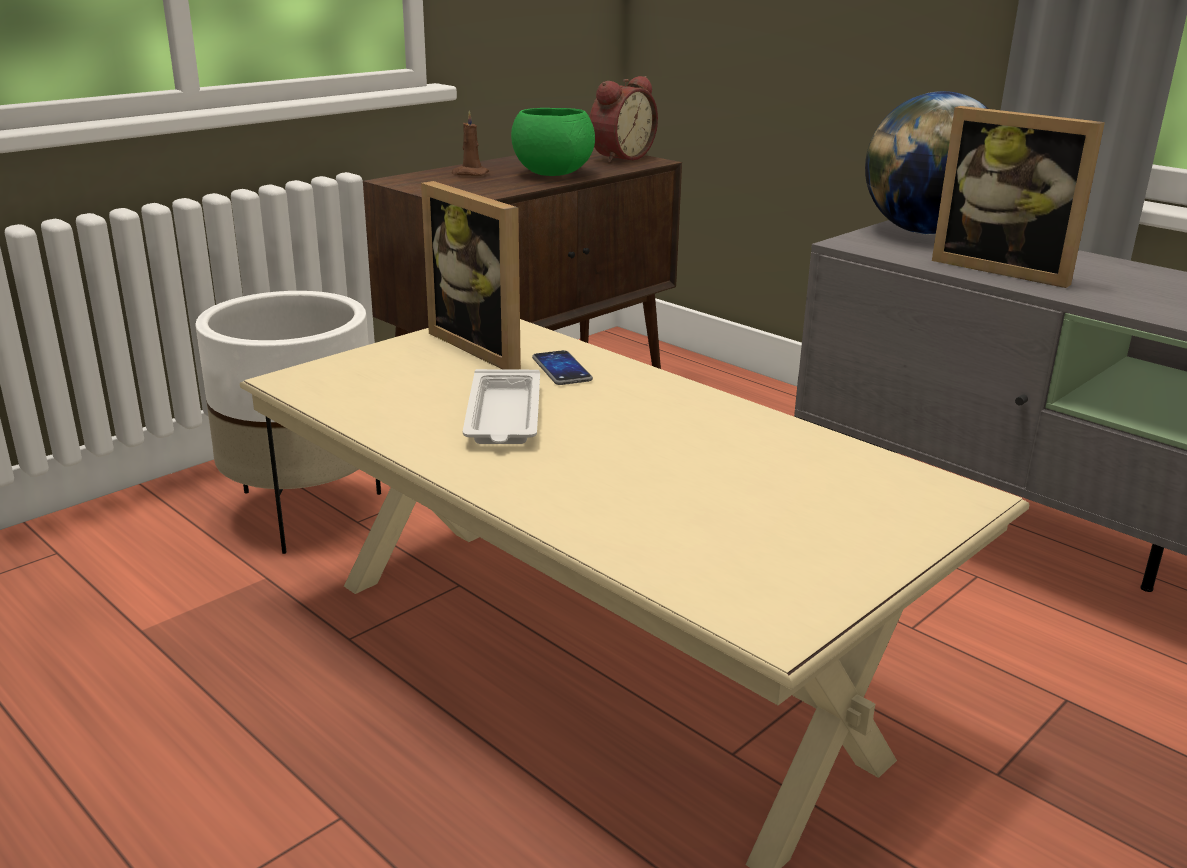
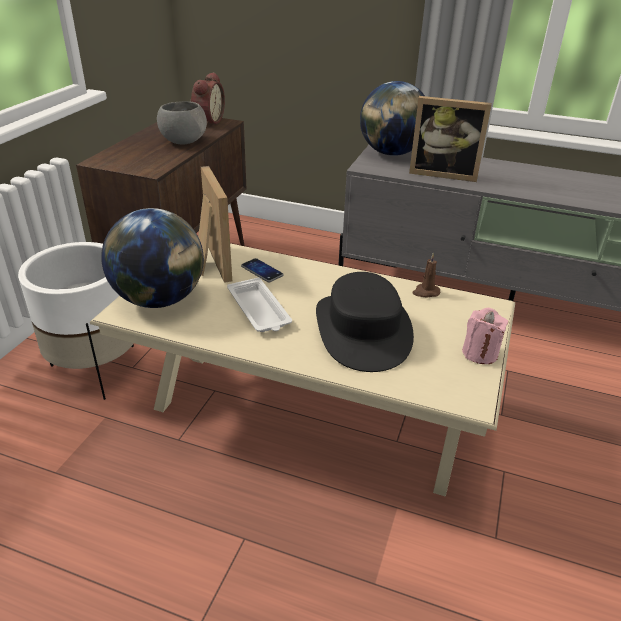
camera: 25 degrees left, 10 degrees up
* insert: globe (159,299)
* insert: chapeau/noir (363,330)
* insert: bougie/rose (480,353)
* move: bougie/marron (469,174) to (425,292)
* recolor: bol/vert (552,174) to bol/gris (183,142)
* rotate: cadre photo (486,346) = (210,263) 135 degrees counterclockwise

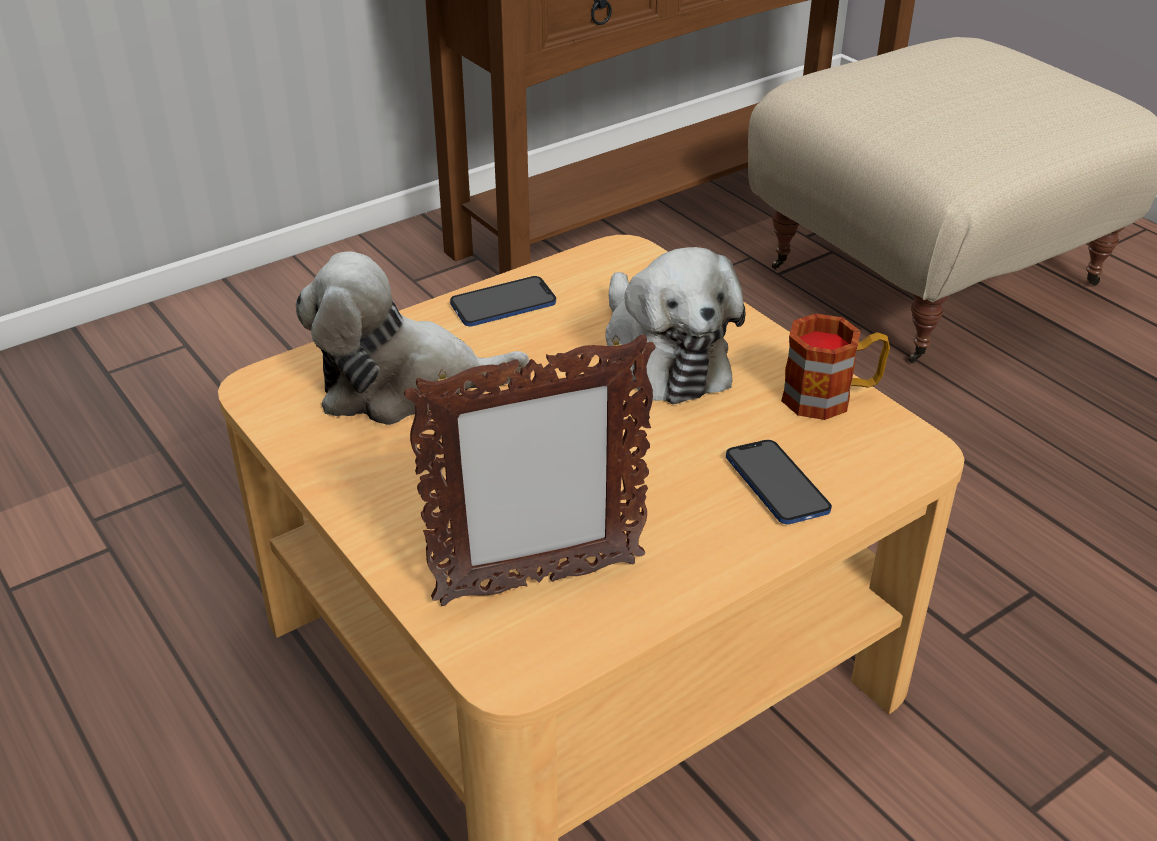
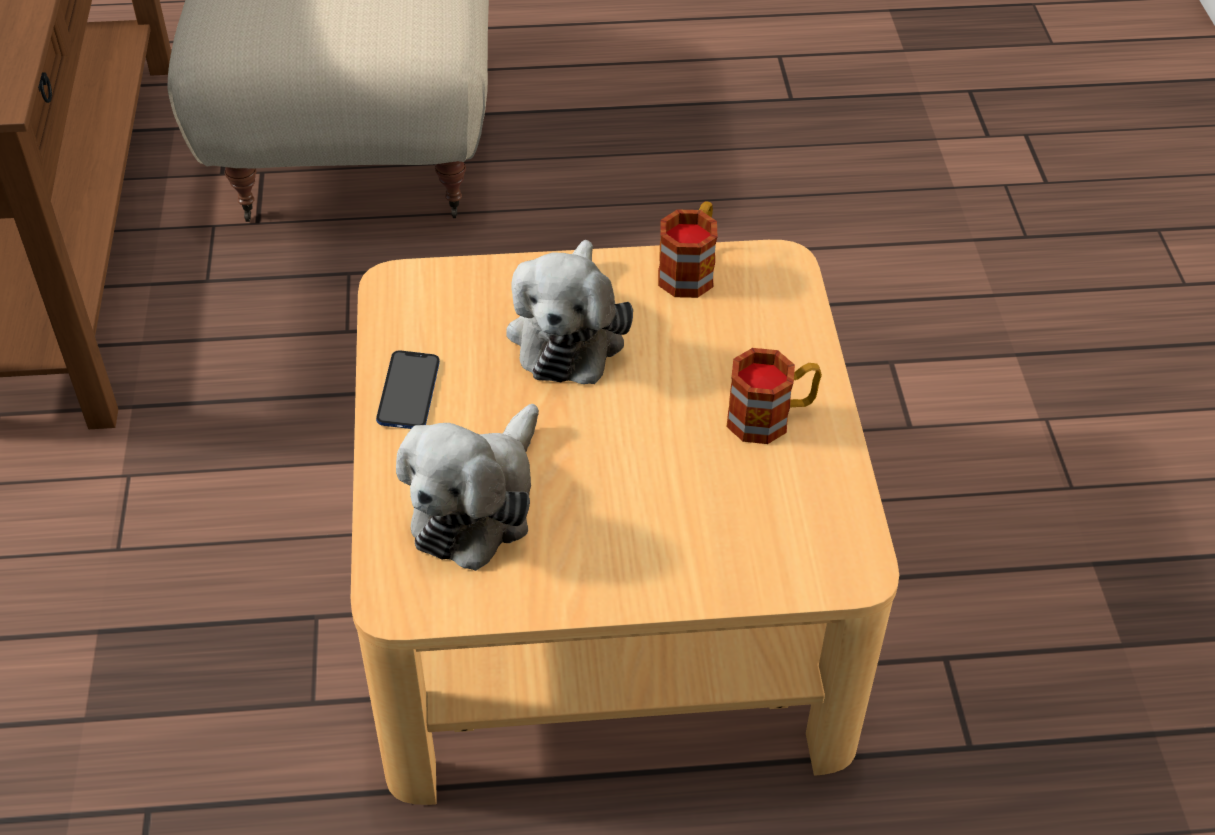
camera: 60 degrees left, 10 degrees up
* delete: cadre photo (537,582)
* delete: téléphone (776,484)
* insert: mug (771,417)
* rotate: peluche (662,357) = (568,333) 90 degrees clockwise

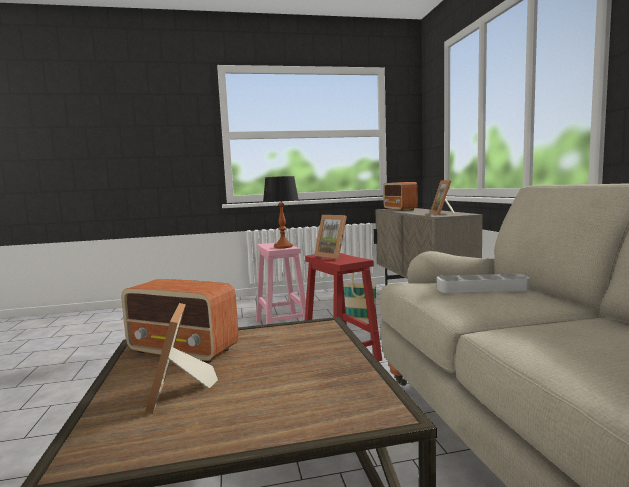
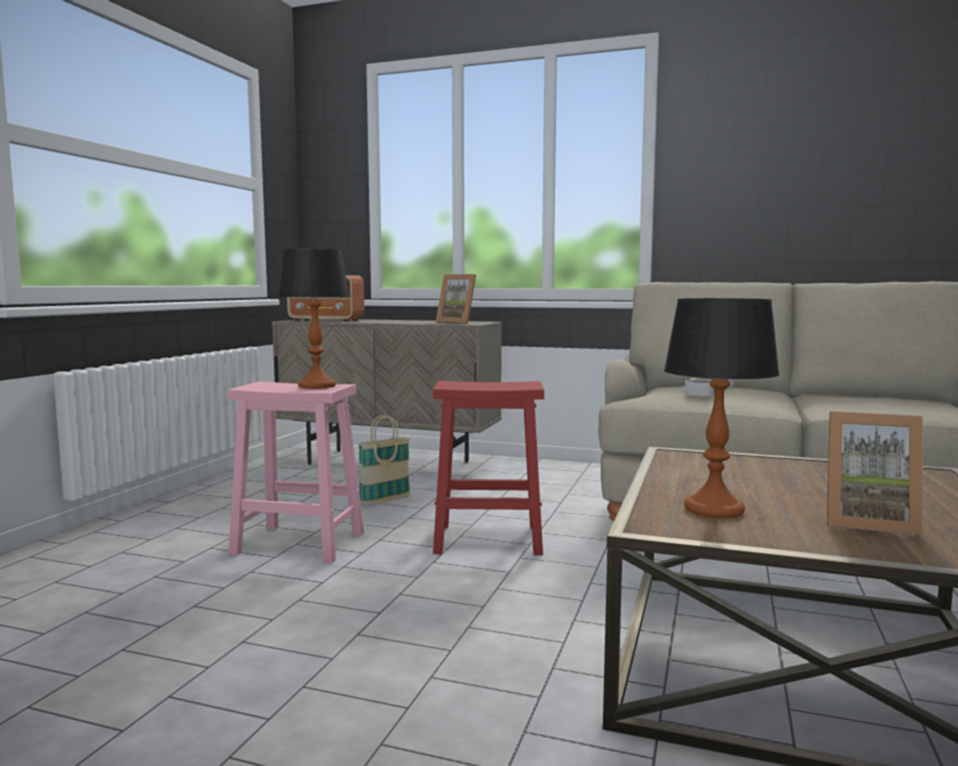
camera: 60 degrees left, 0 degrees up
* delete: cadre photo (333,256)
* replace: radio (184,351) to lampe de table (713,509)

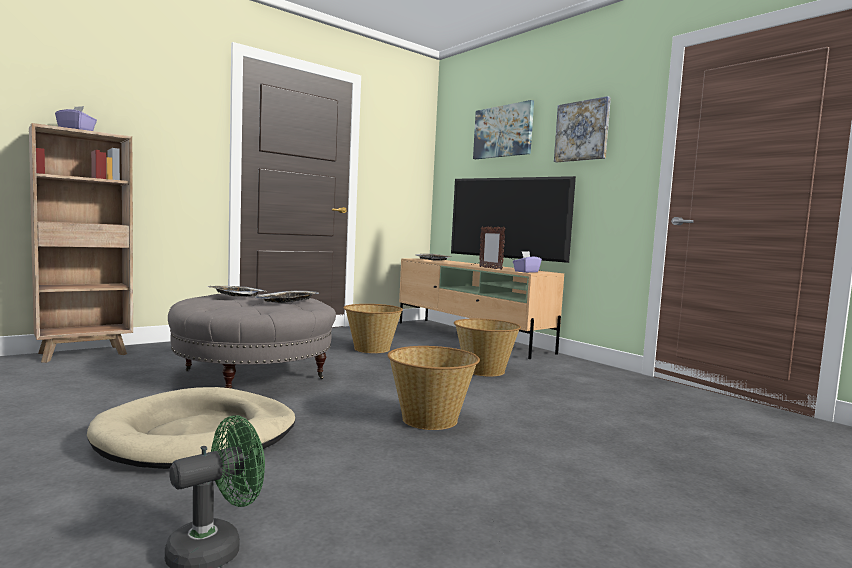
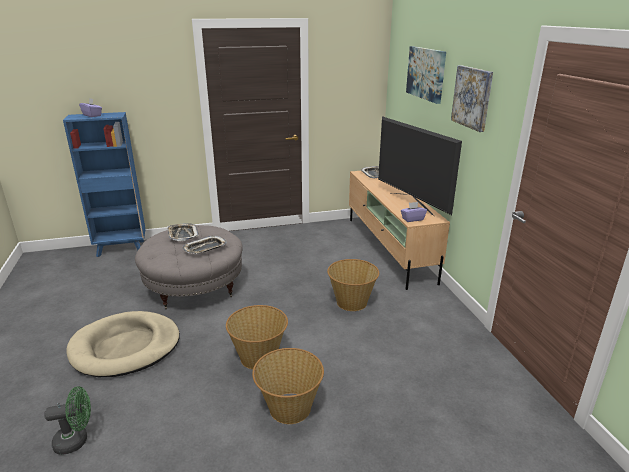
camera: 25 degrees right, 20 degrees up
* delete: cadre photo (490,268)
* move: panier (371,349) to (289,408)
* recolor: bibliothèque/marron (85,354) to bibliothèque/bleu (122,248)

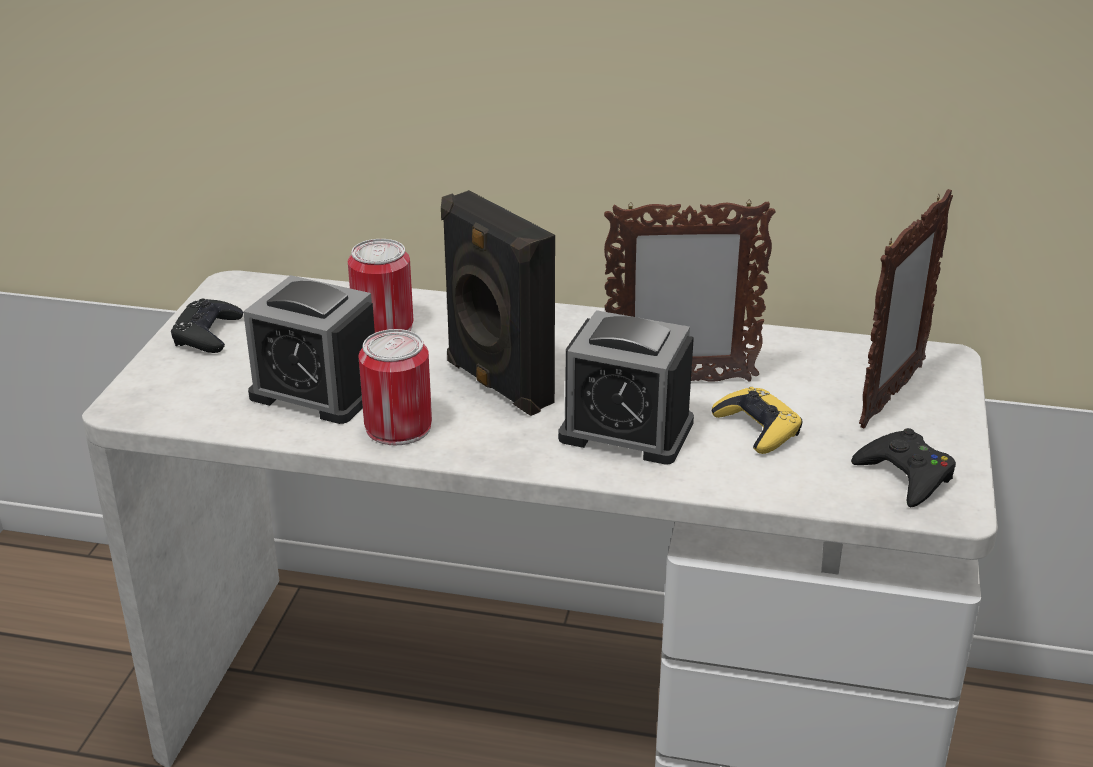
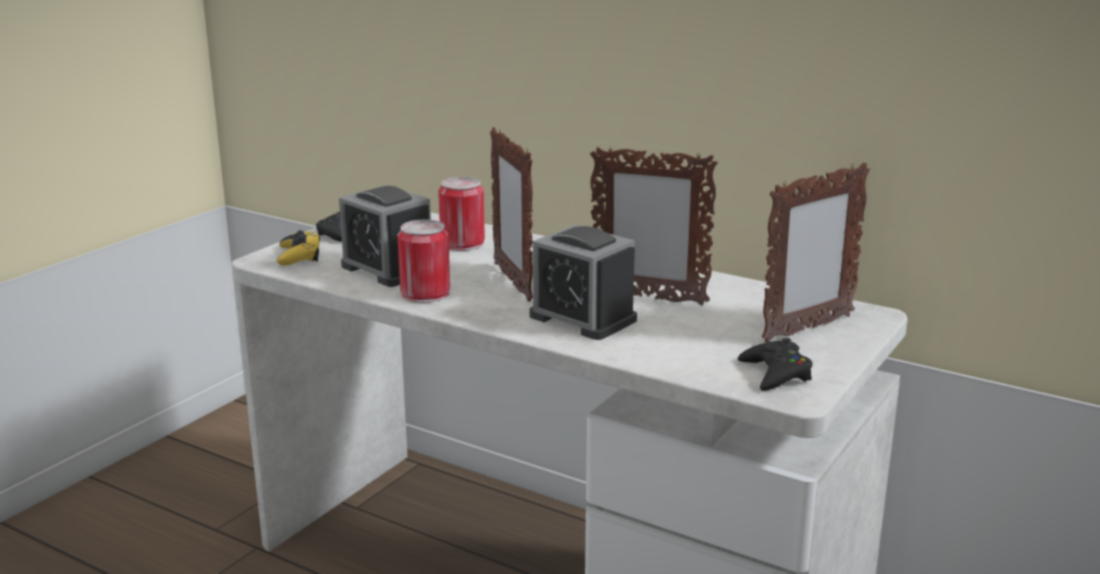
camera: 20 degrees right, 10 degrees down
* move: manette/jaune (757,428) to (299,255)
* replace: enceinte/noir (496,384) to cadre photo (512,282)

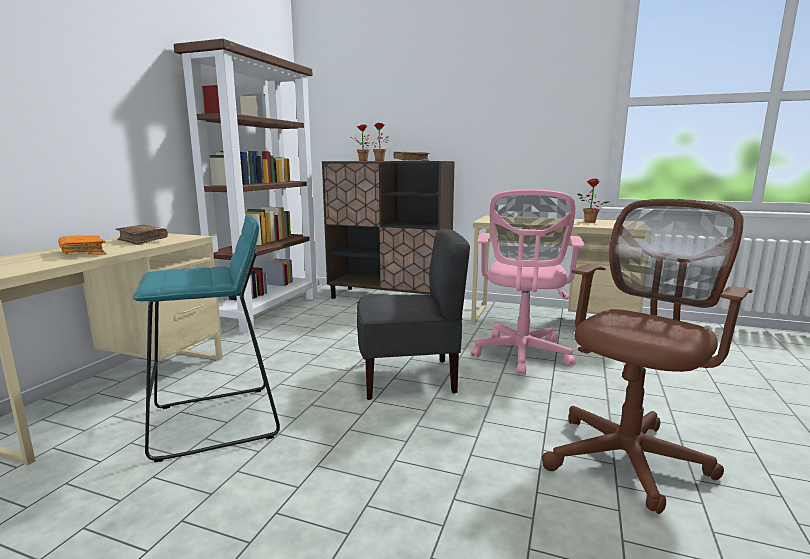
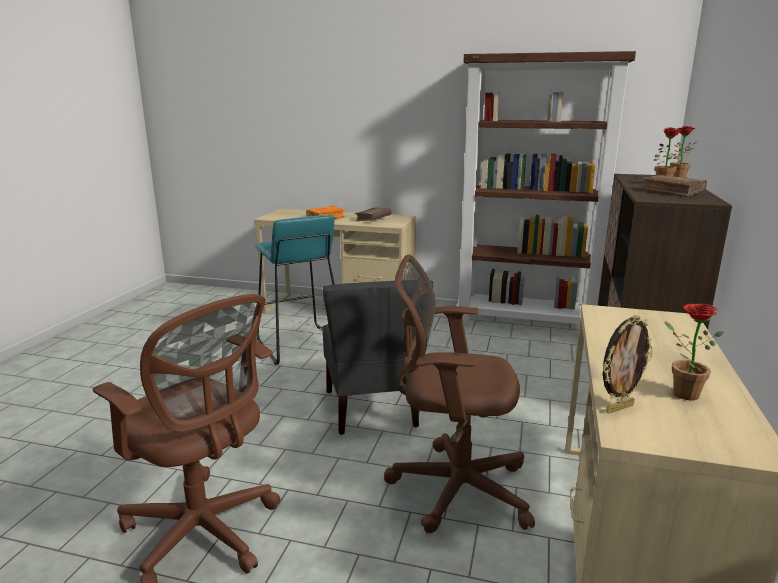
camera: 85 degrees right, 5 degrees up
* insert: cadre photo (619,408)
* recolor: chaise de bureau/rose (521,355) to chaise de bureau/marron (453,487)

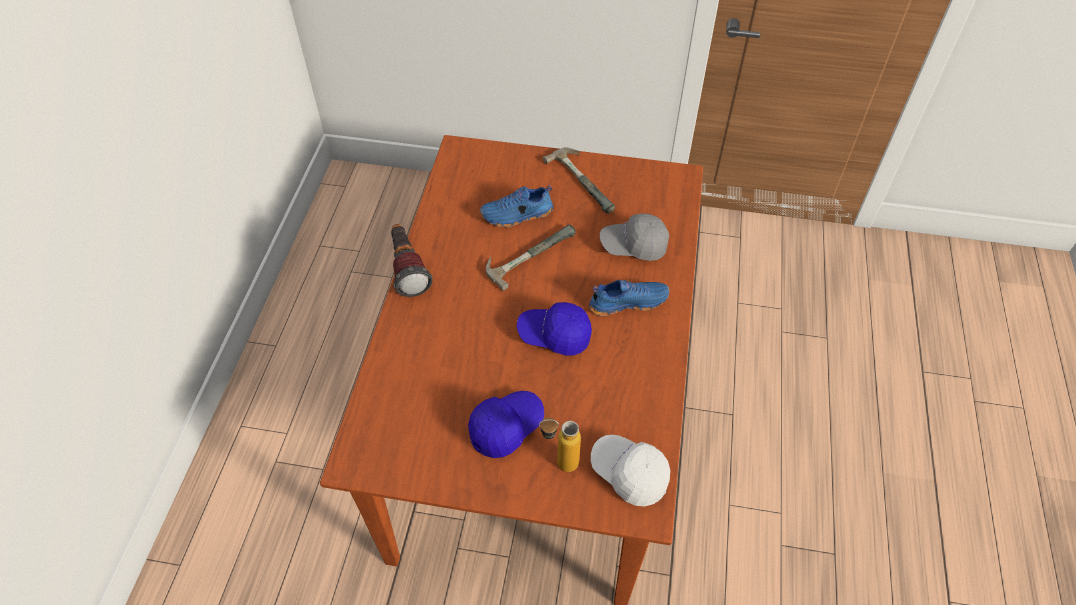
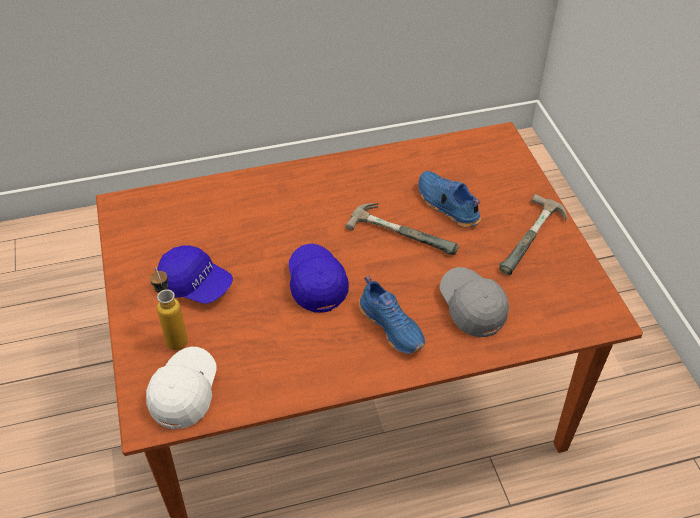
camera: 65 degrees right, 5 degrees down
* delete: lampe de poche (407,268)

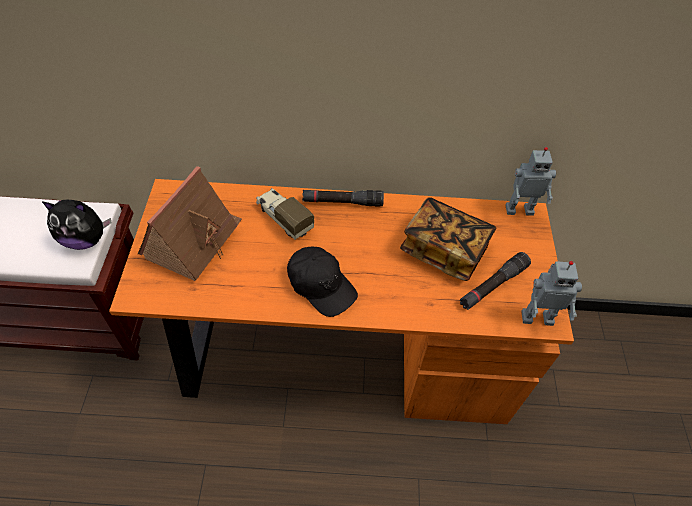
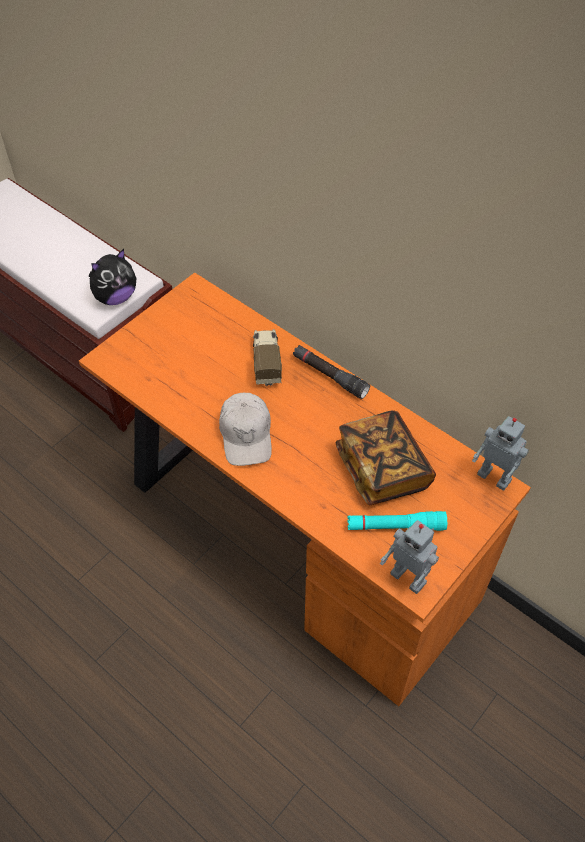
camera: 40 degrees right, 0 degrees up
* delete: maison miniature (193,240)
* recolor: casquette/noir (321,285) to casquette/blanc (246,435)
* recolor: lampe de poche/noir (493,285) to lampe de poche/turquoise (395,526)
* rotate: peluche (86,239) = (115,297) 75 degrees counterclockwise

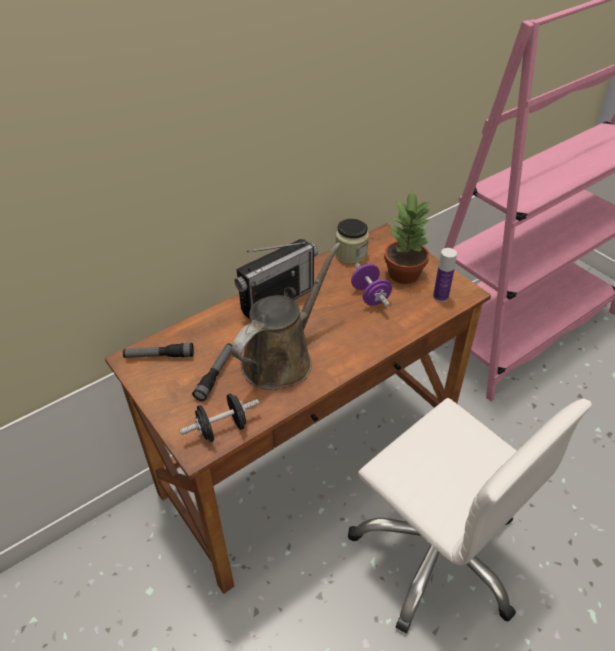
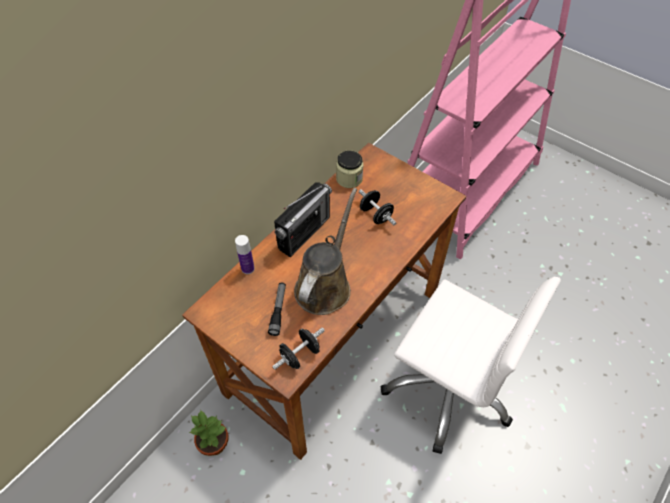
camera: 15 degrees left, 10 degrees up
* delete: lampe de poche (159,356)
* move: plante en pot (404,274) to (215,443)
* move: bouteille (440,296) to (247,268)
* recolor: haltère/violet (370,296) to haltère/noir (375,215)

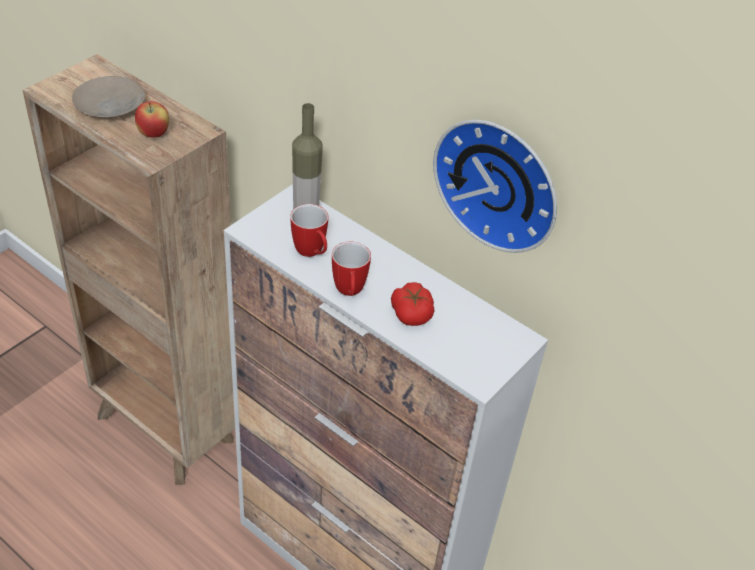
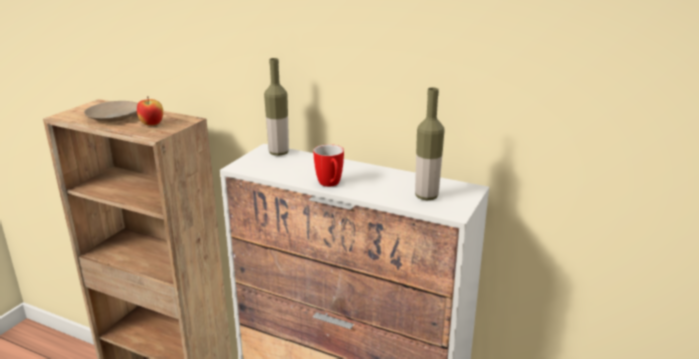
camera: 10 degrees left, 20 degrees down
* delete: mug (312,253)
* delete: tomate (412,313)
* delete: horloge murale (500,182)
* insert: bouteille (426,196)

